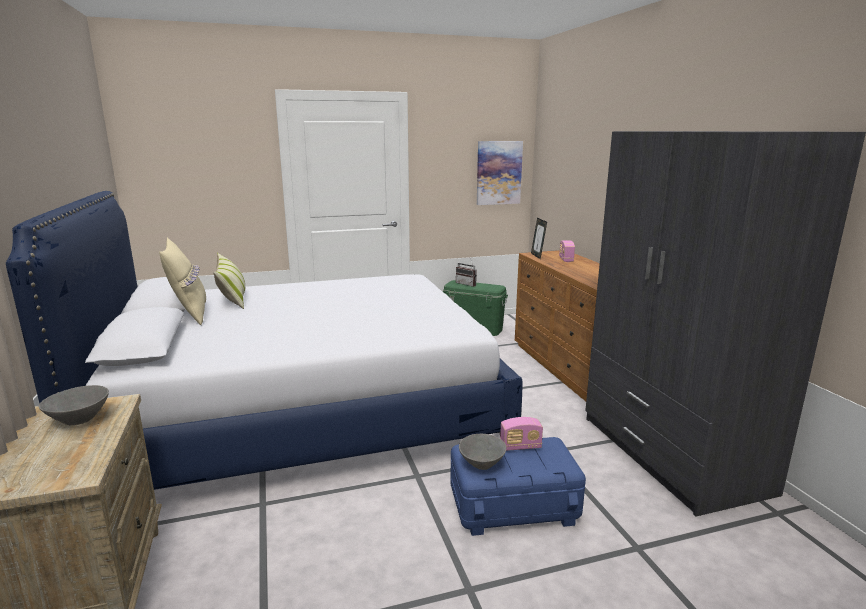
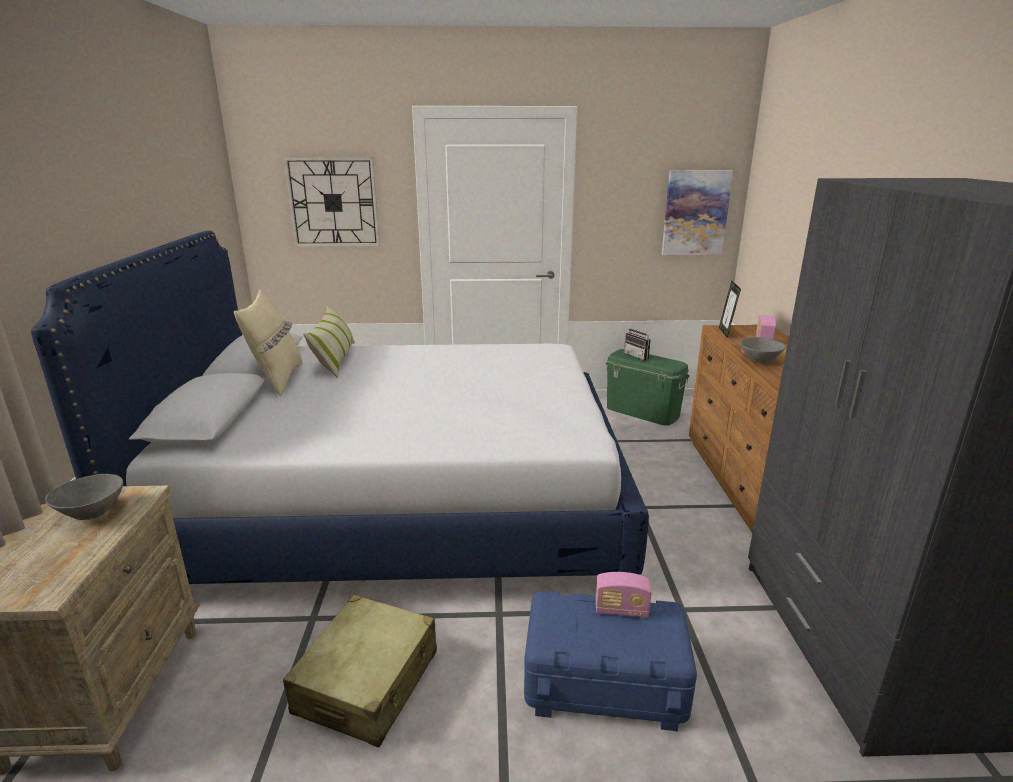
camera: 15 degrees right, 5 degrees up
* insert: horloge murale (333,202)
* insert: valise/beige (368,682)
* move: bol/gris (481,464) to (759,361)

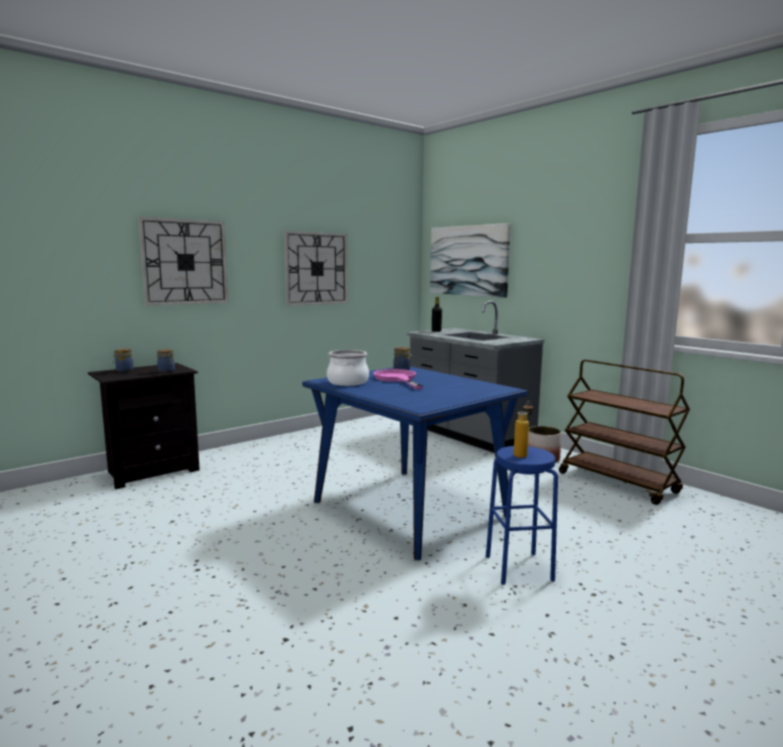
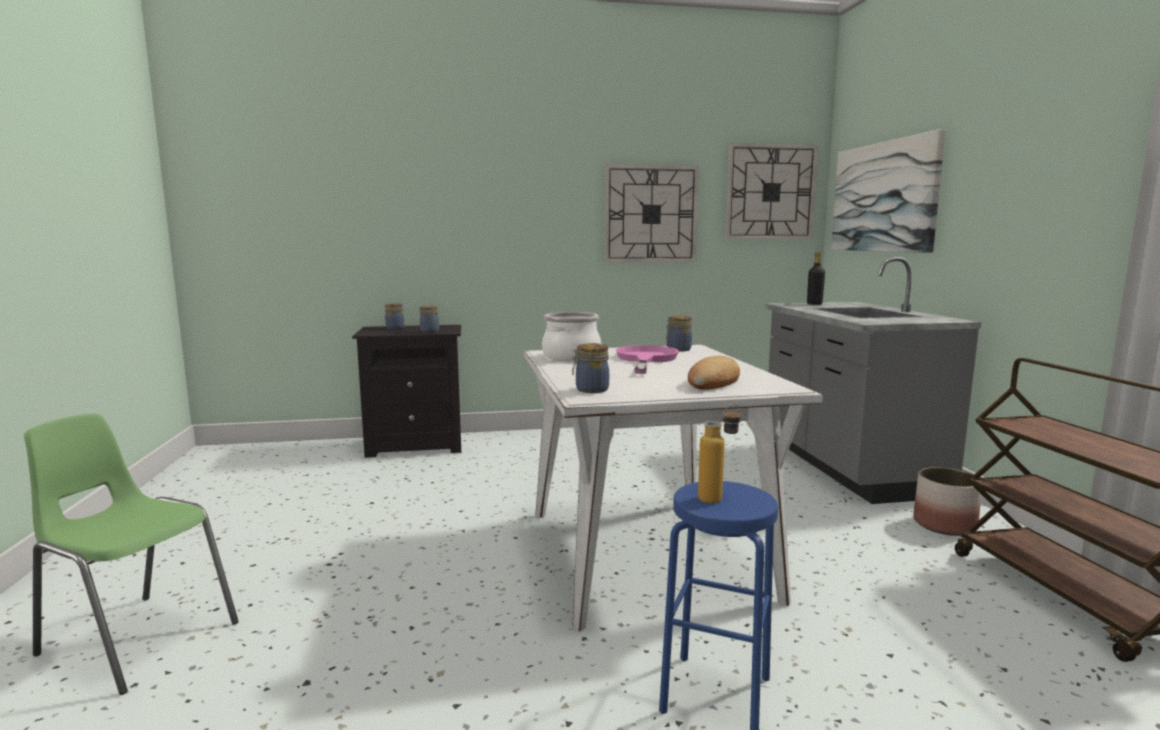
camera: 30 degrees right, 0 degrees up
* insert: chaise/vert (137,639)
* insert: bocal (590,390)
* insert: pain (712,381)
* move: horloge murale (185,262) to (770,192)
* recolor: table à manger/bleu (409,509) to table à manger/blanc (645,553)

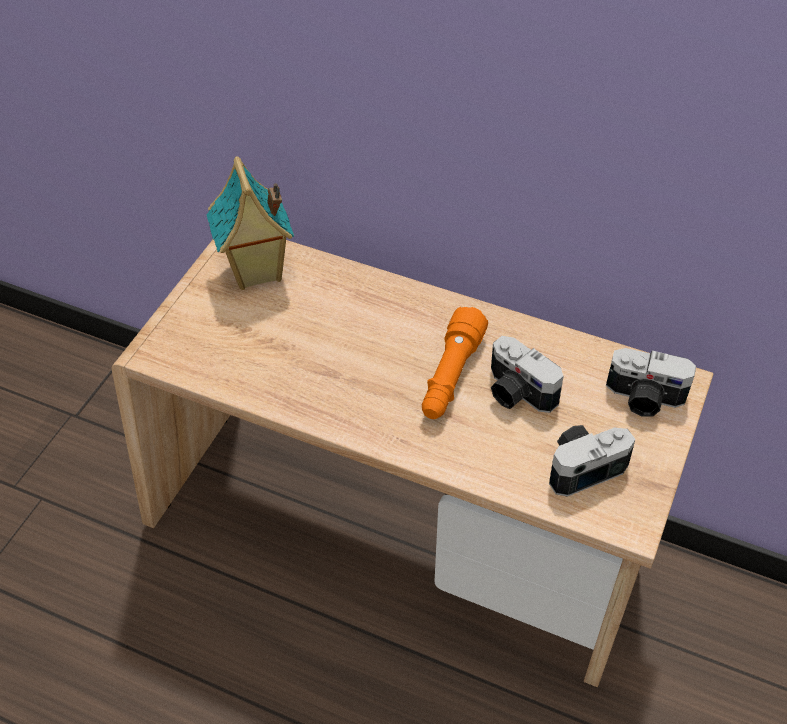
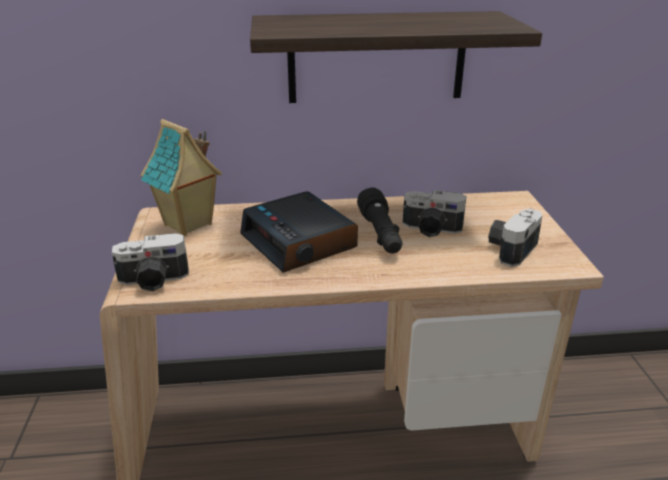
camera: 30 degrees left, 20 degrees down
* insert: réveil (300,242)
* insert: étagère (376,57)
* move: appareil photo (644,399) to (153,281)
* recolor: lampe de poche/orange (450,376) to lampe de poche/noir (380,234)

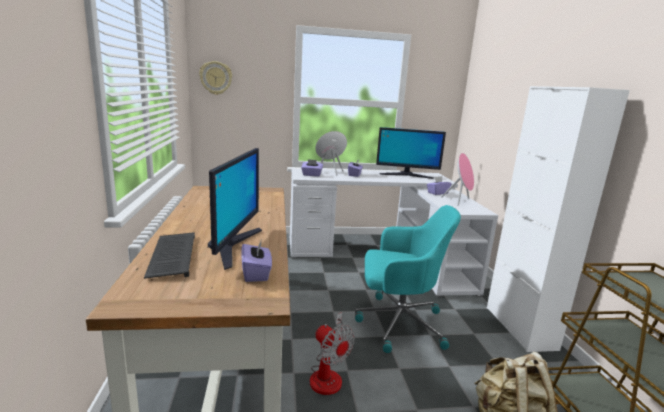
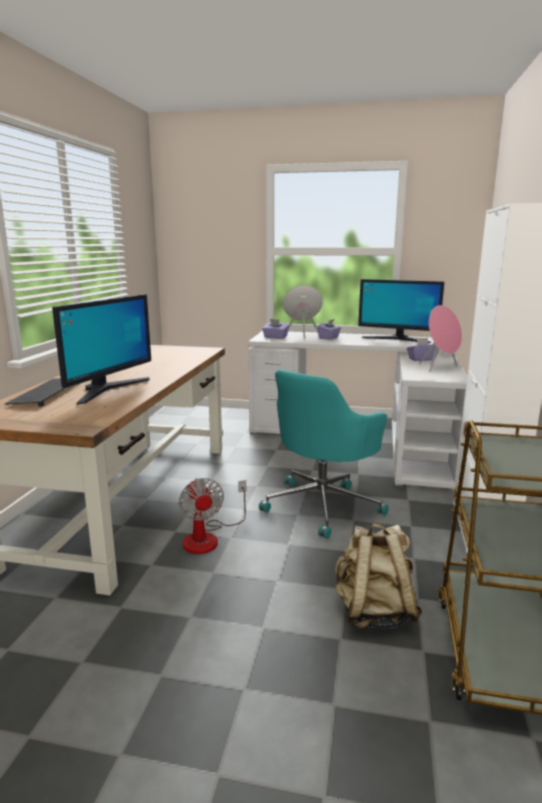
camera: 20 degrees right, 0 degrees up
* delete: horloge murale (216,78)
* delete: boîte à mouchoirs/violet (256,273)
* rotate: chaise de bureau/turquoise (398,323) = (323,505) 105 degrees clockwise

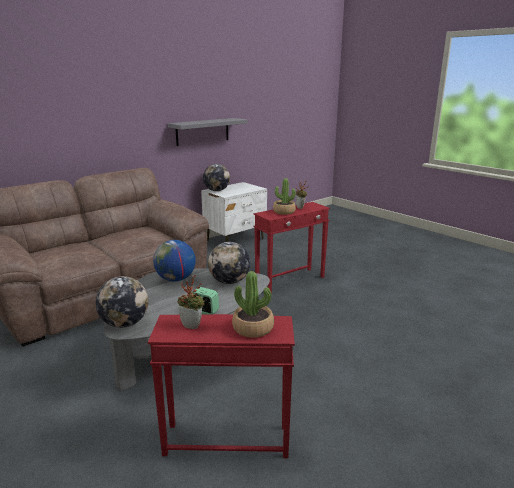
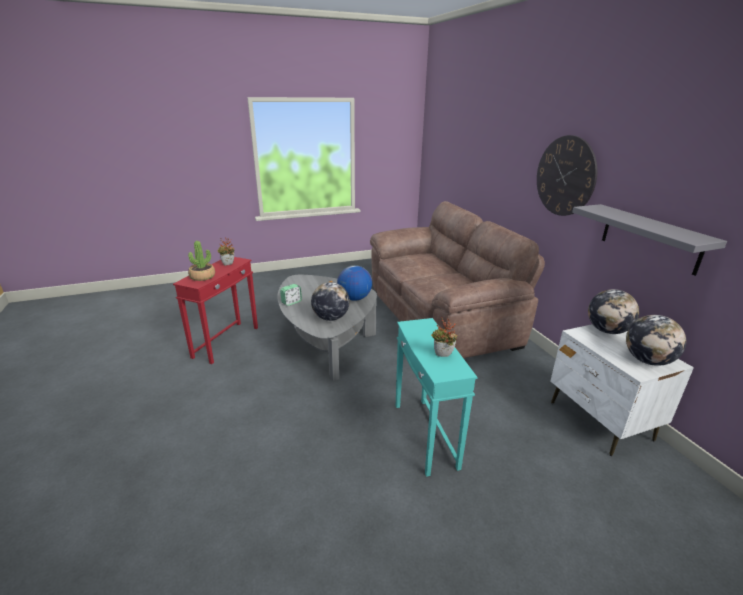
camera: 110 degrees right, 5 degrees up
* delete: plante en pot (284,212)
* insert: horloge murale (565,176)
* move: globe (125,323) to (647,361)
* recolor: table d'appoint/rouge (291,281) to table d'appoint/turquoise (424,435)

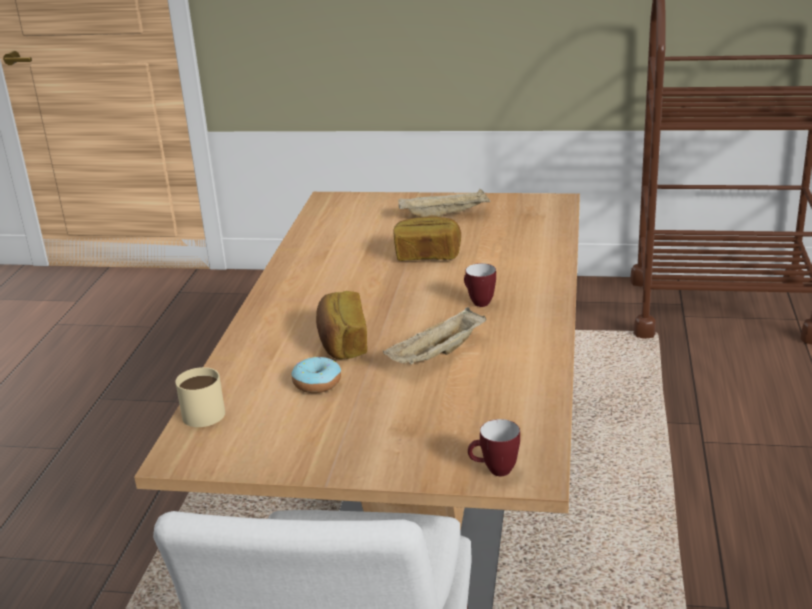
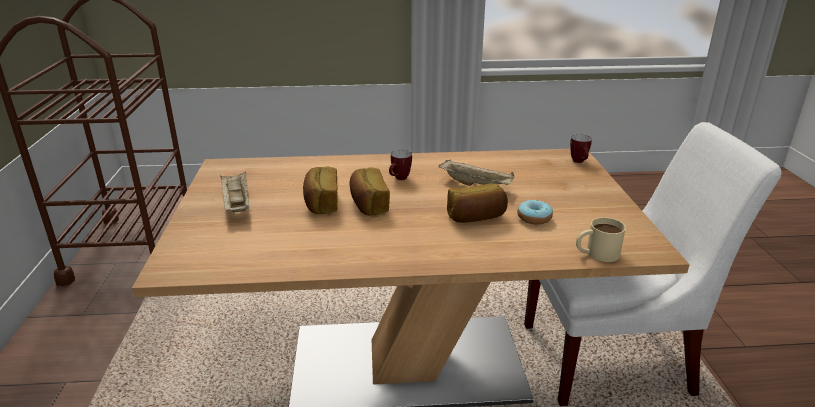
camera: 105 degrees left, 0 degrees up
* insert: pain (368,204)

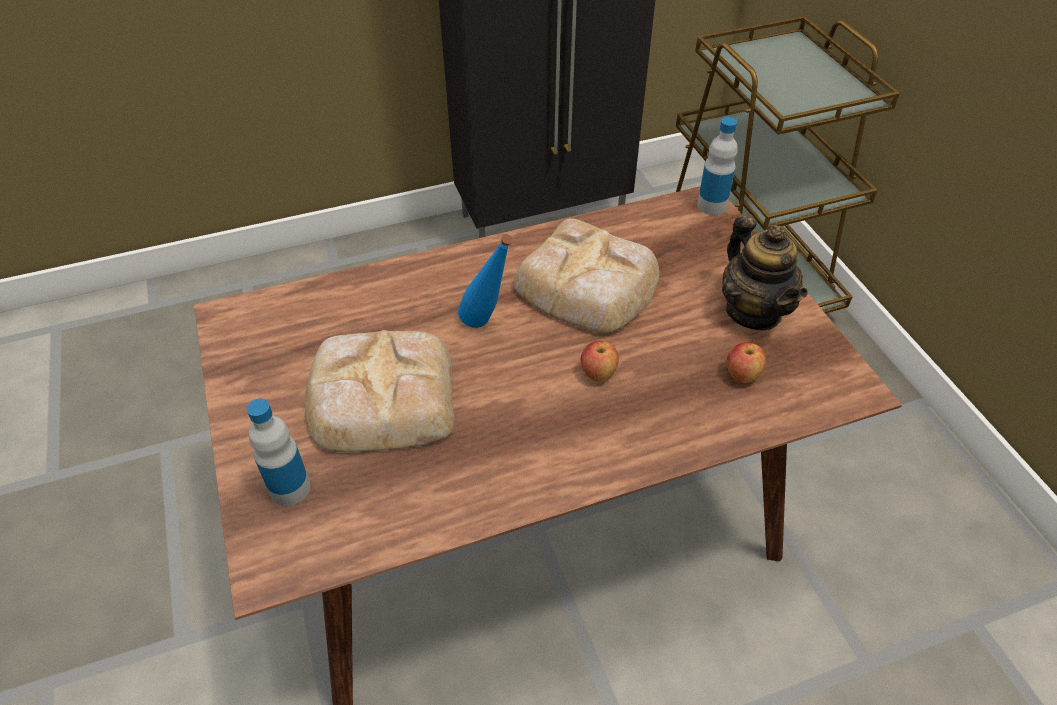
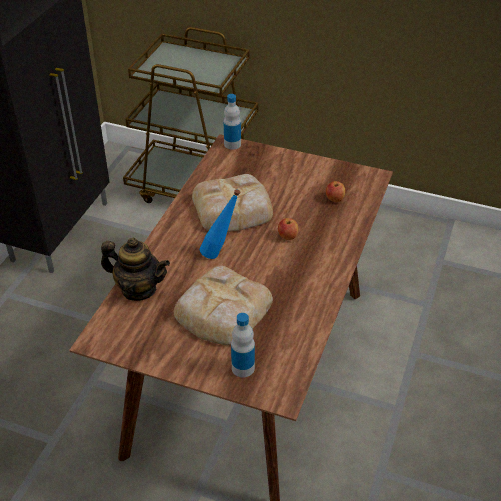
camera: 50 degrees left, 5 degrees down
* move: théière (753,311) to (138,289)

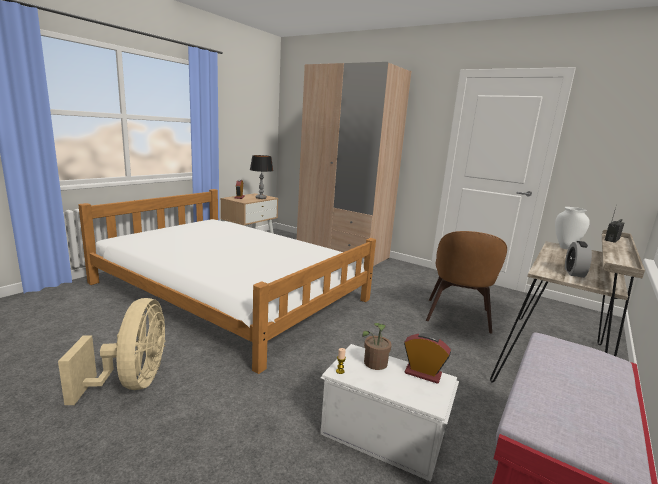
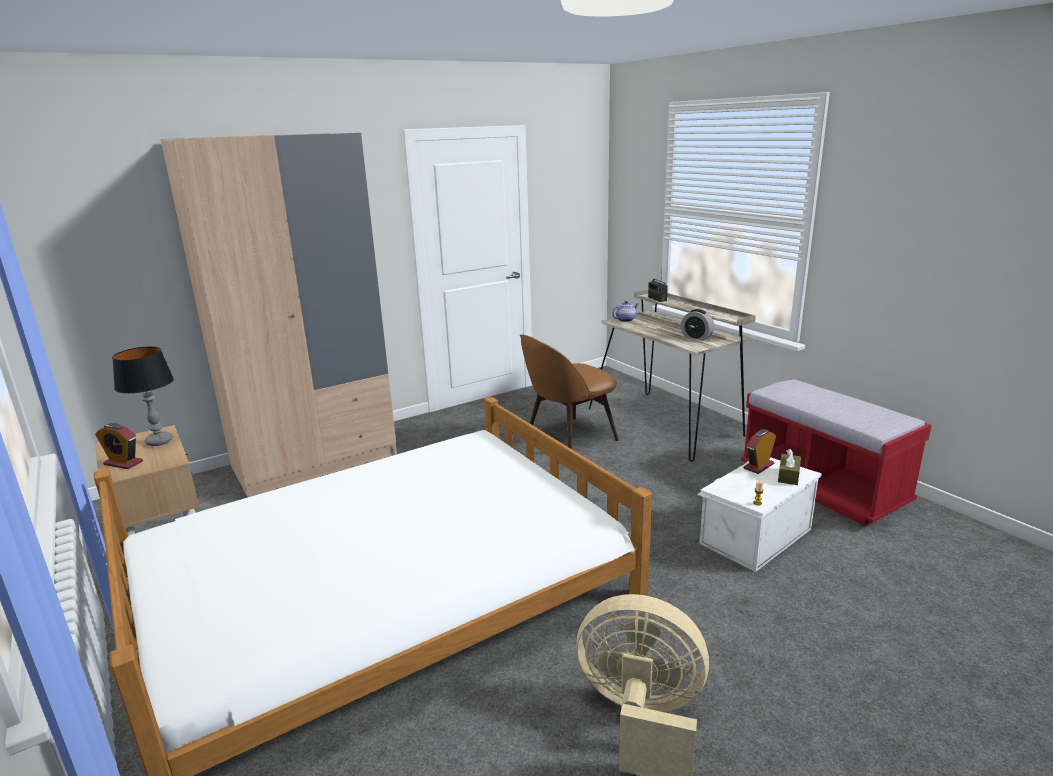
camera: 65 degrees left, 5 degrees up
* delete: plante en pot (374,365)
* insert: boîte à mouchoirs/marron (788,475)
* replace: vase/blanc (565,247) to théière (625,320)
* rotate: chaise/marron (457,316) = (568,437) 105 degrees clockwise

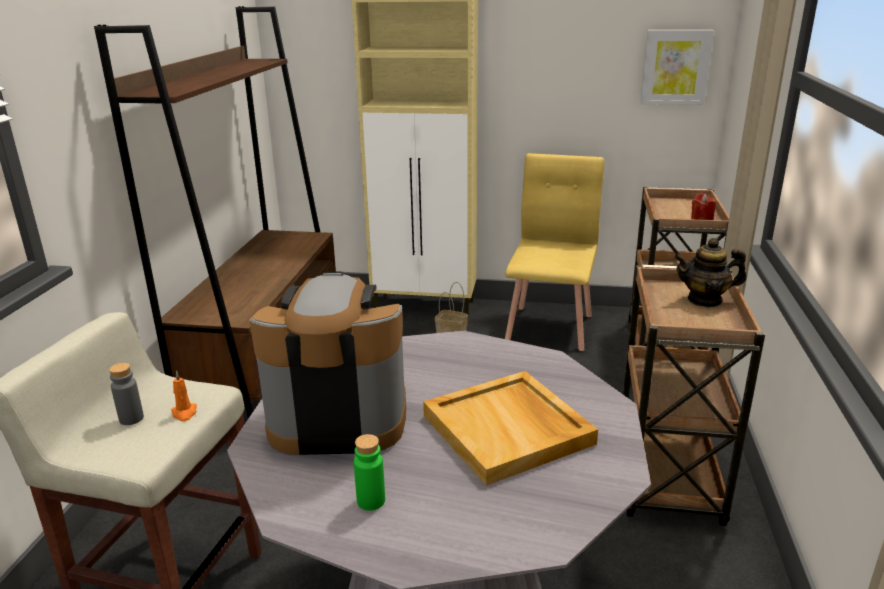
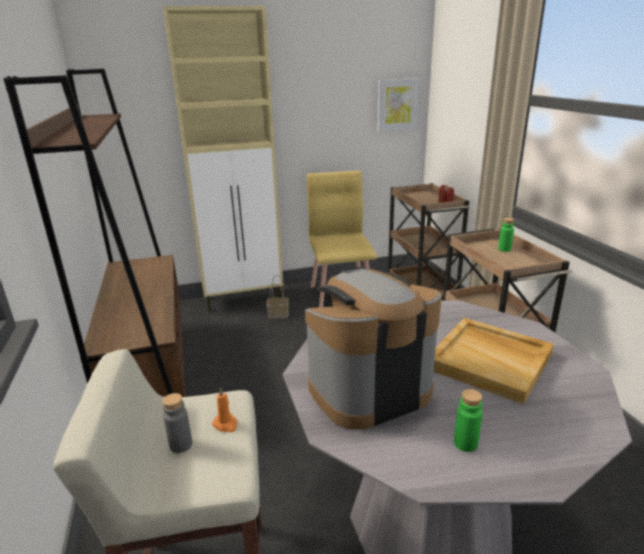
camera: 25 degrees left, 0 degrees up
* replace: théière (705,300) to bouteille/vert (504,249)

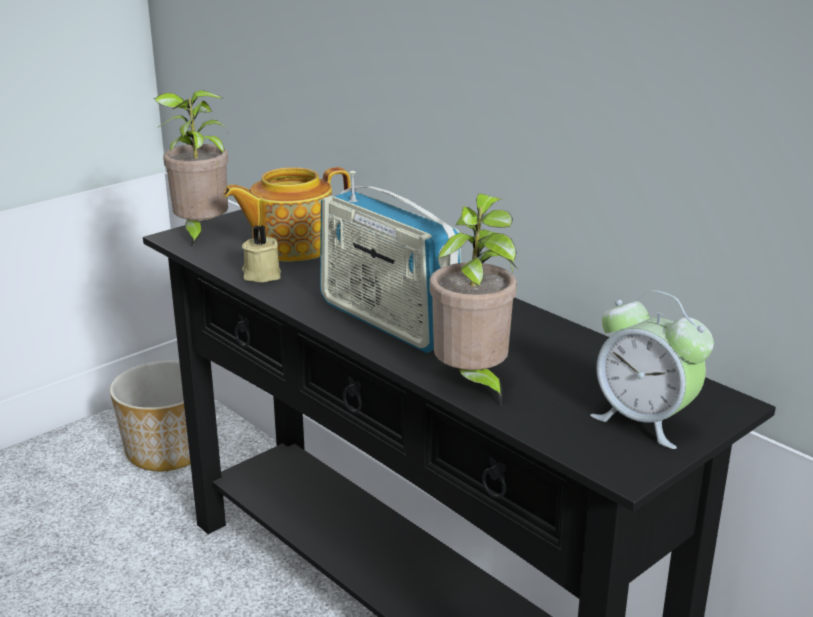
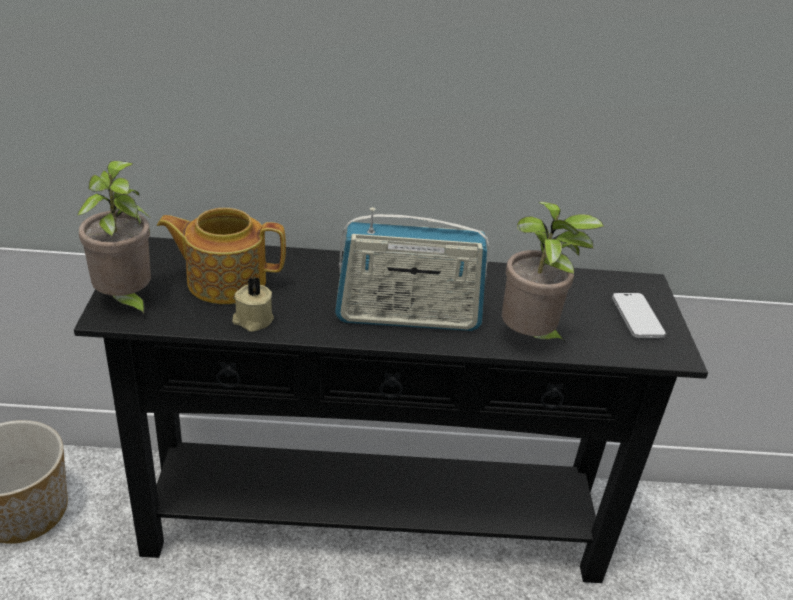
camera: 50 degrees left, 10 degrees up
* replace: réveil (644,421) to téléphone (637,317)
* rotate: théière (291,246) = (225,281) 75 degrees clockwise

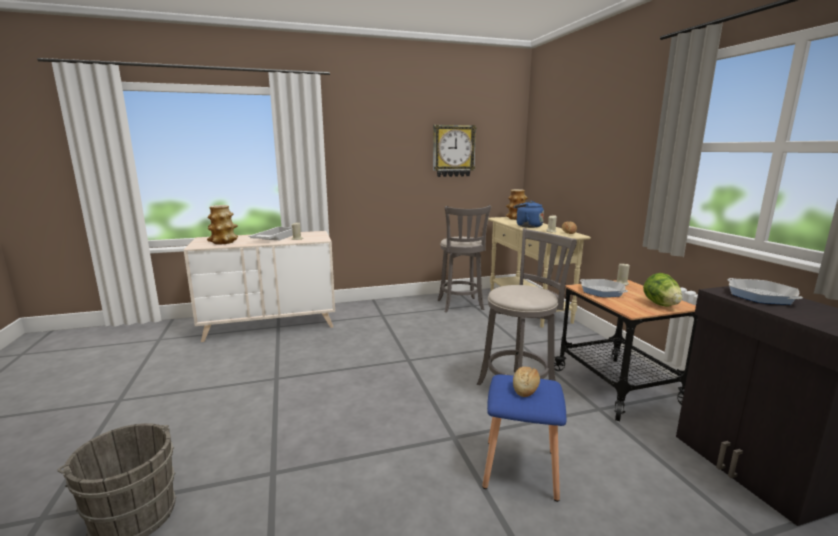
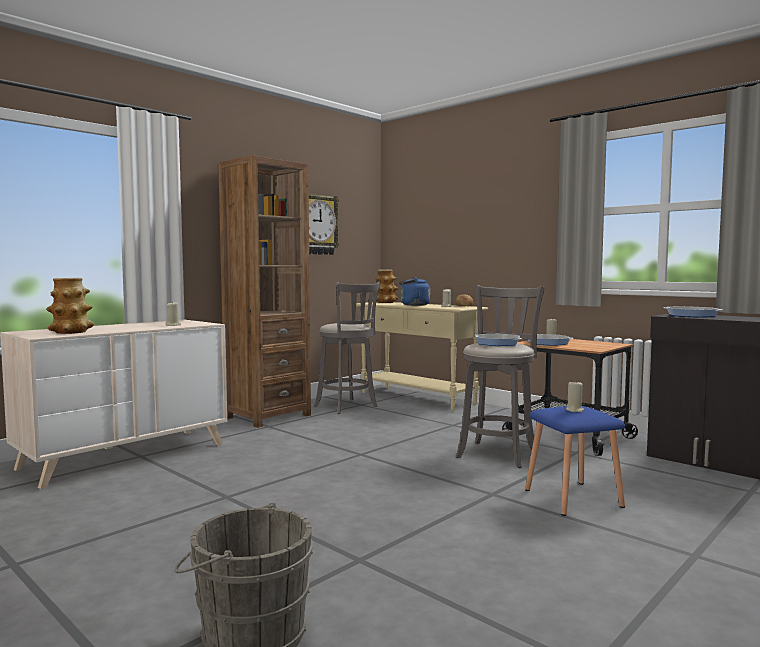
camera: 30 degrees left, 10 degrees down
* delete: plateau/blanc (274,238)
* delete: laitue (660,304)
* insert: bibliothèque/marron (268,416)
* insert: poêle (497,343)
* replace: pain (525,388) to bougie/beige (574,410)

